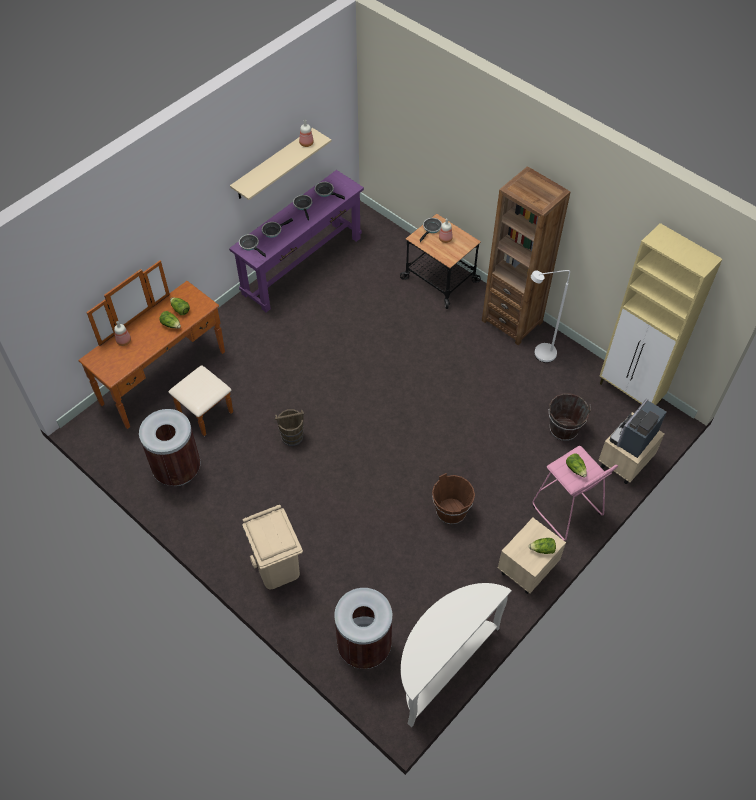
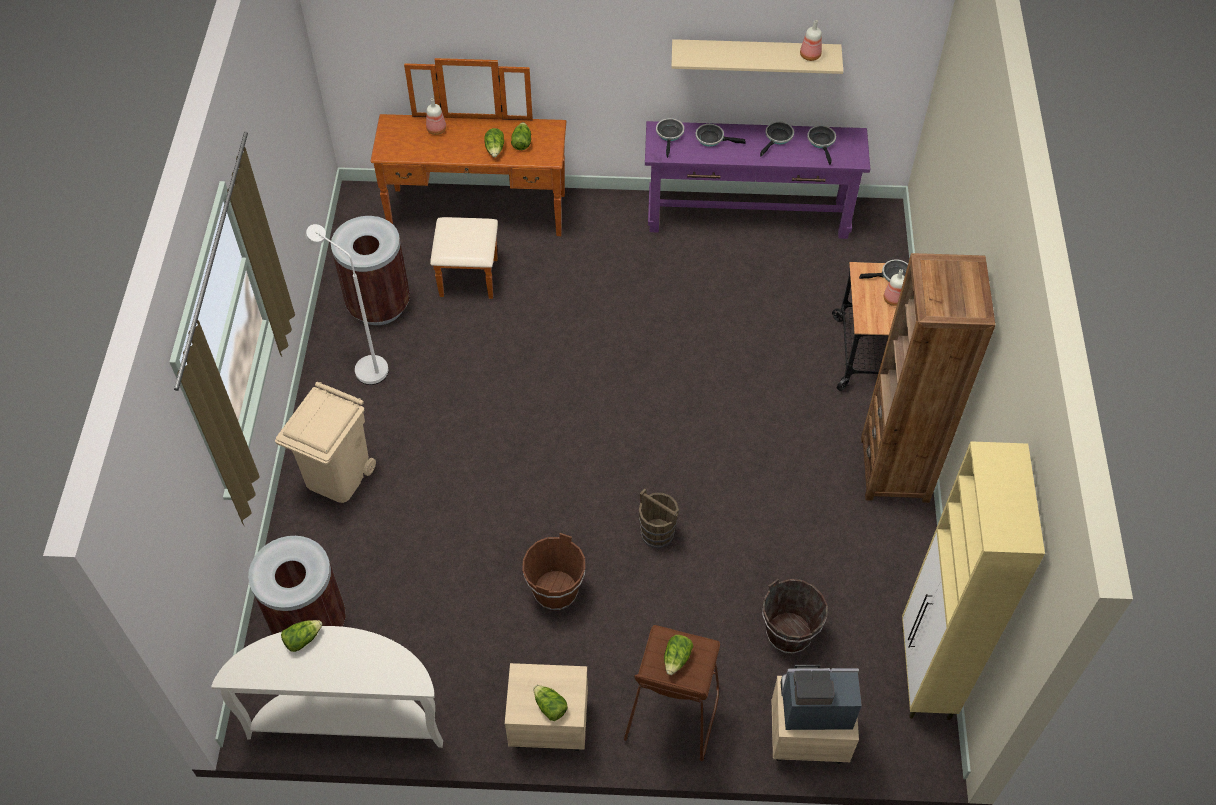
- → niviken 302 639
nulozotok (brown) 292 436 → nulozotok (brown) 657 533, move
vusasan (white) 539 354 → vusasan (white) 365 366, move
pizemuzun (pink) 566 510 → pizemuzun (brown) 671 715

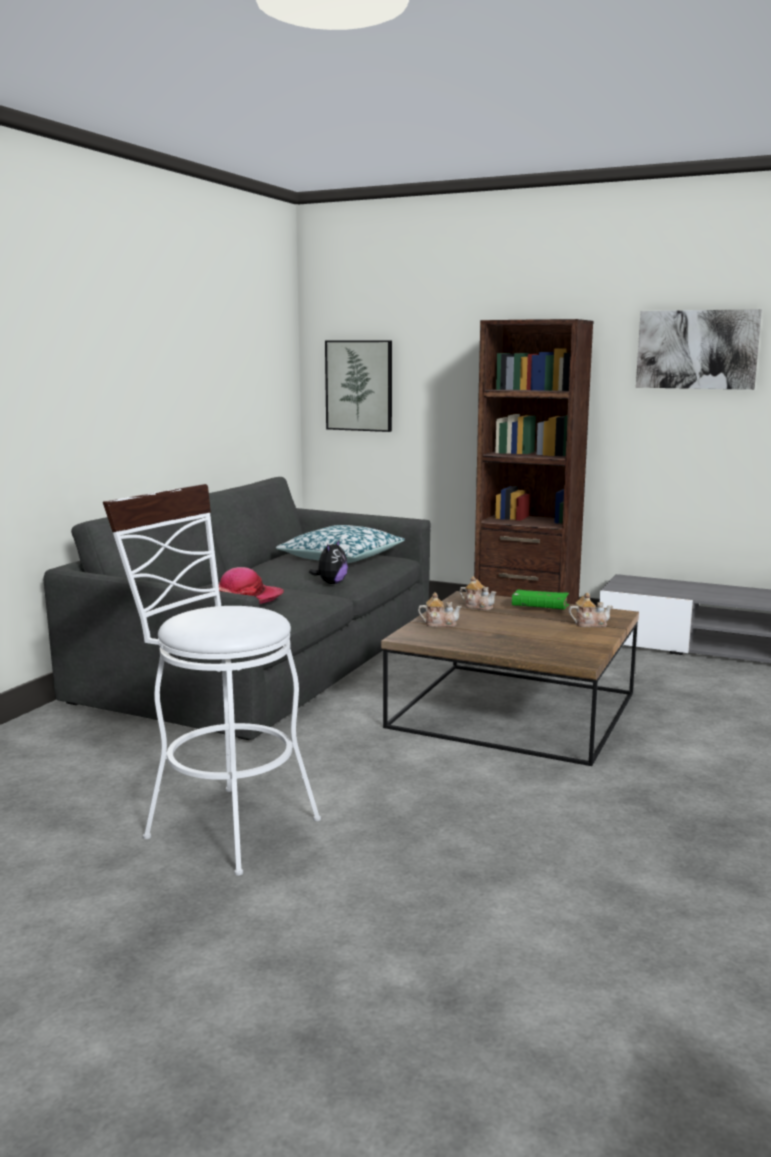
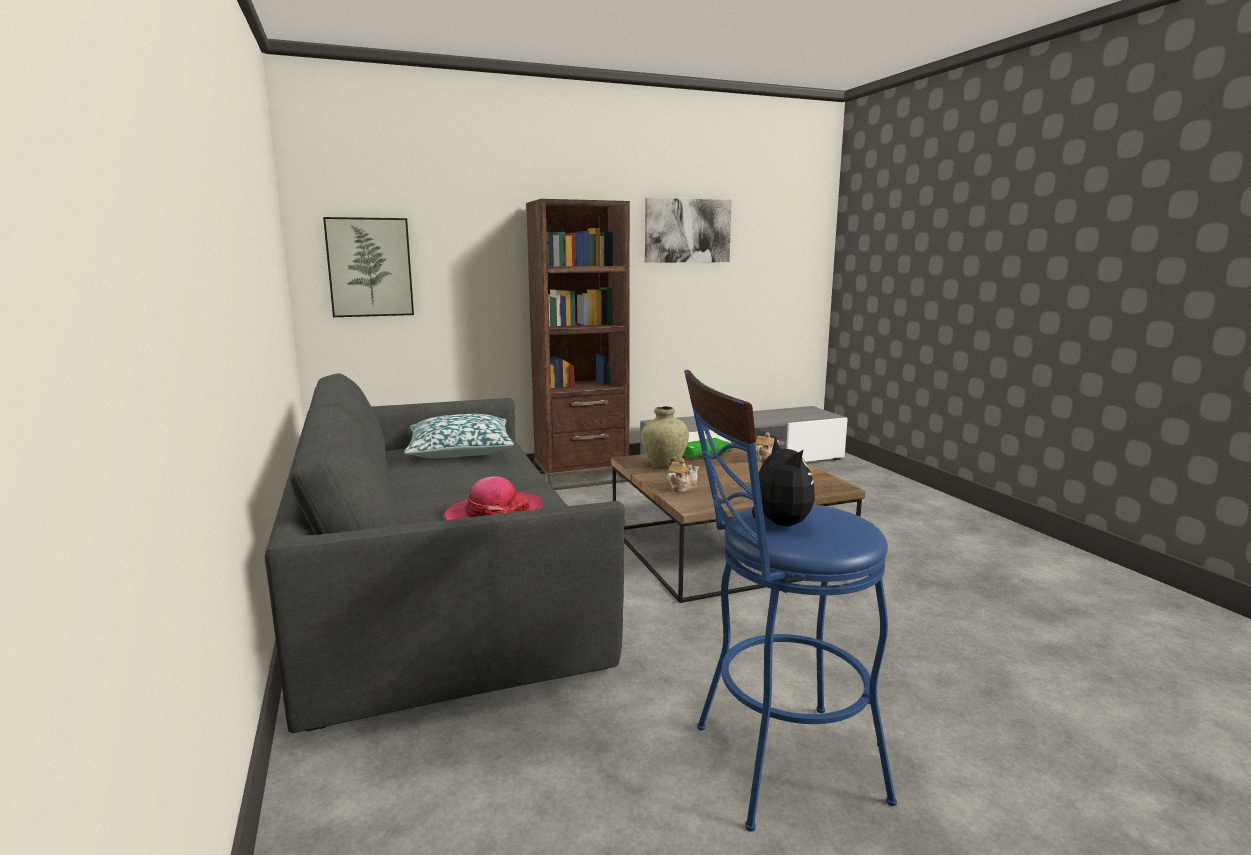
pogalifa 331 583 → pogalifa 778 524, move
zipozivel 478 606 → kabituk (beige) 664 466
pizemuzun (white) 221 824 → pizemuzun (blue) 773 765

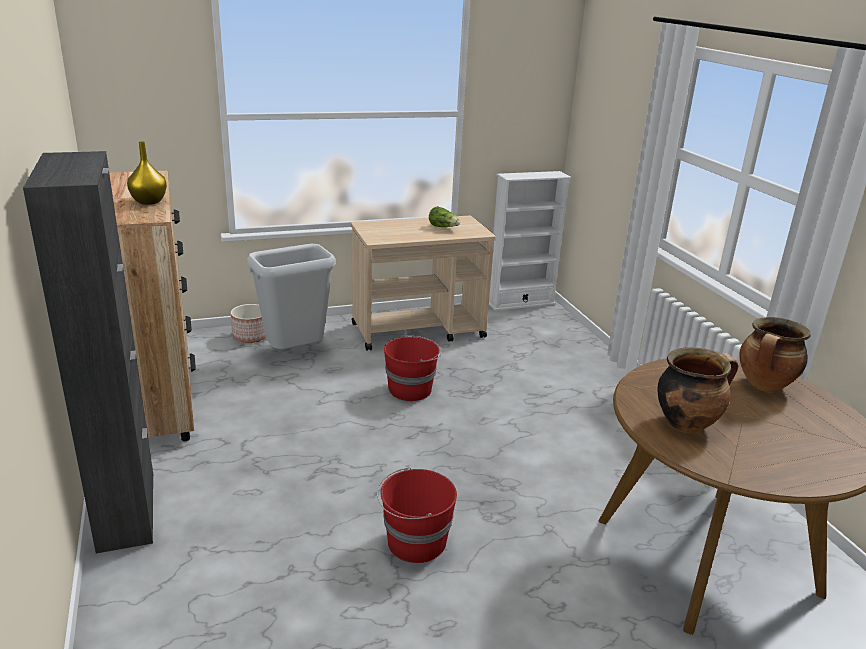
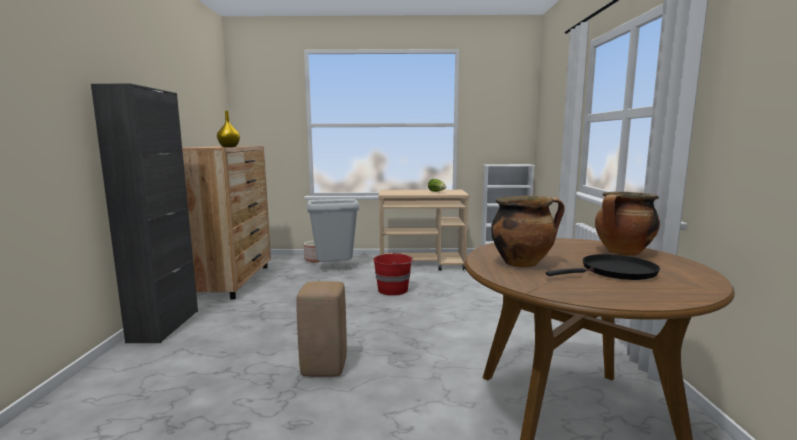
- → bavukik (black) 614 272
nulozotok (red) 415 543 → pizemuzun (beige) 325 368

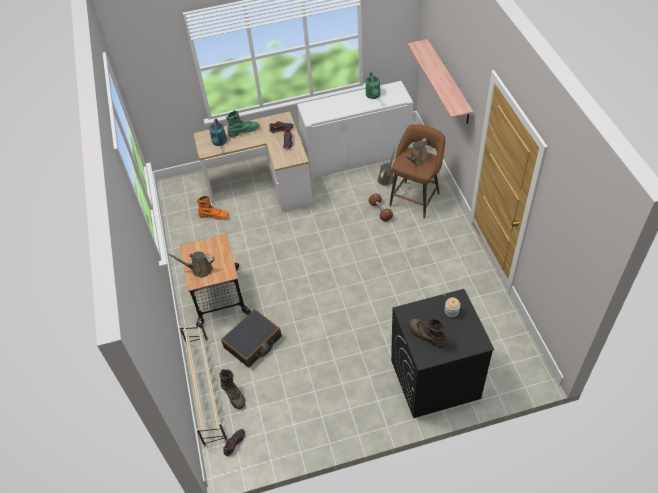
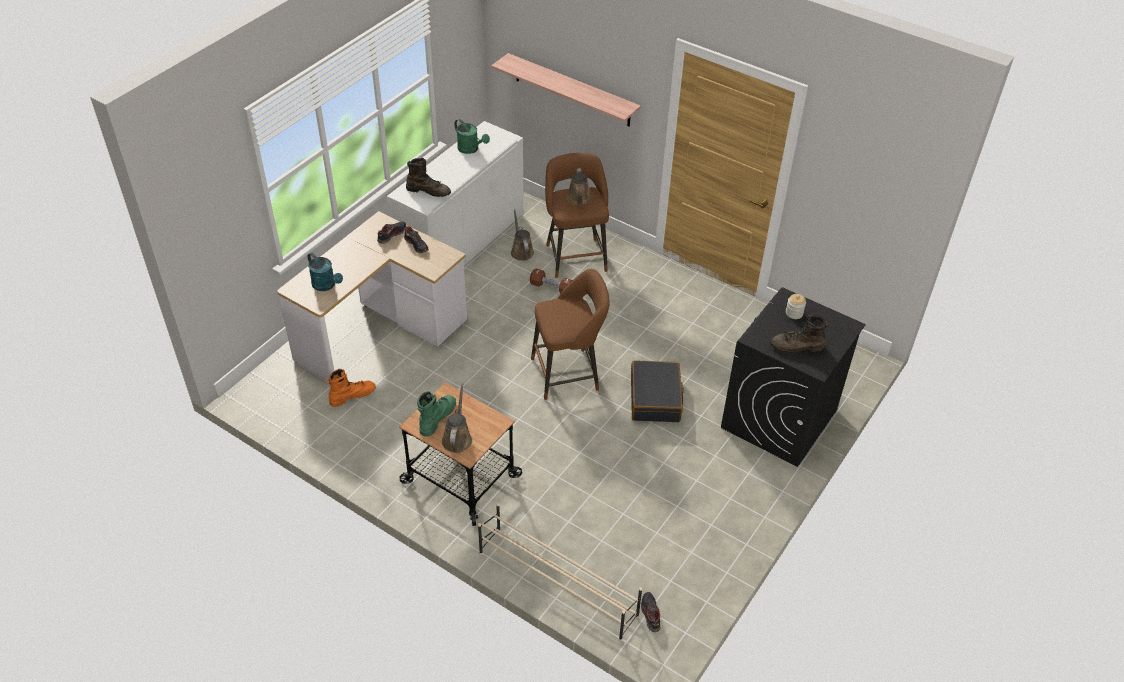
- → pizemuzun (brown) 569 373
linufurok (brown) 233 394 → linufurok (brown) 429 191, move
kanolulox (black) 253 342 → kanolulox (black) 655 398, move
linufurok (green) 243 131 → linufurok (green) 437 418, move
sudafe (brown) 199 269 → sudafe (brown) 457 438, 135 degrees clockwise

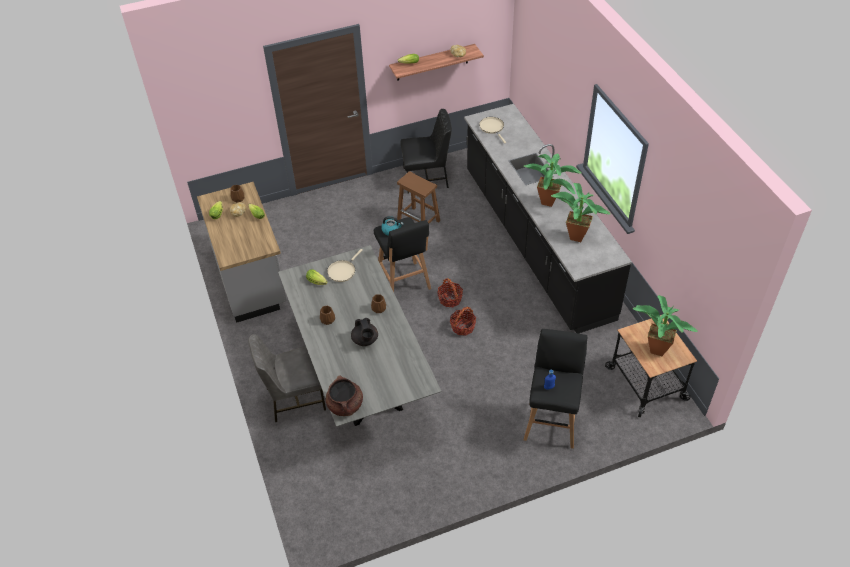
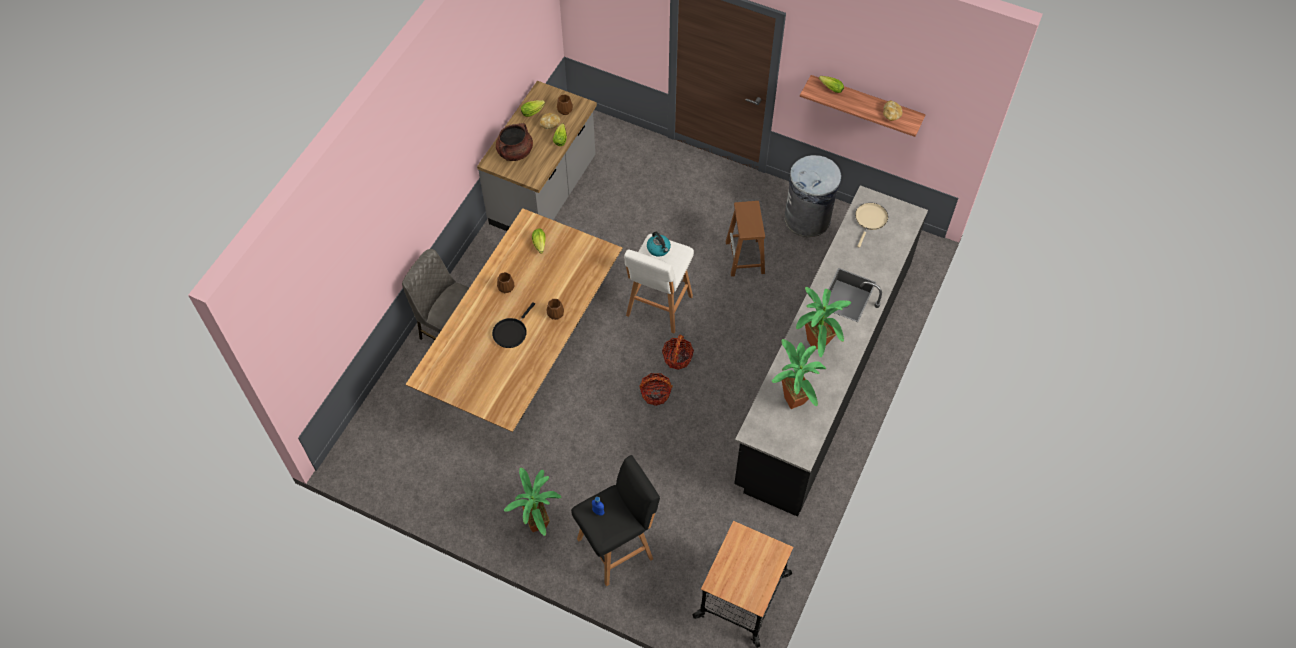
bavukik (beige) 343 271 → -
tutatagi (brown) 345 405 → tutatagi (brown) 515 152, move
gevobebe 654 347 → gevobebe 538 520, move
zipozivel (black) 365 340 → bavukik (black) 511 332
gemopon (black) 426 178 → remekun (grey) 807 219
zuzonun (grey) 361 375 → zuzonun (brown) 525 359
pizemuzun (black) 404 283 → pizemuzun (white) 658 308

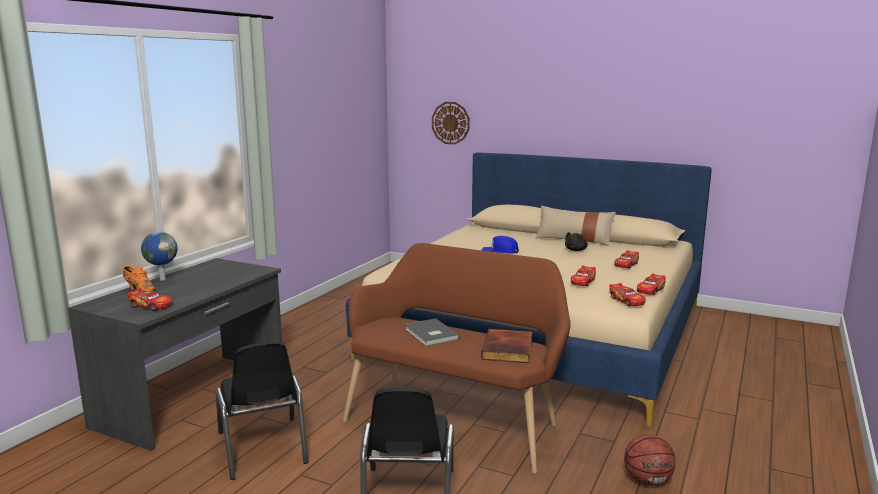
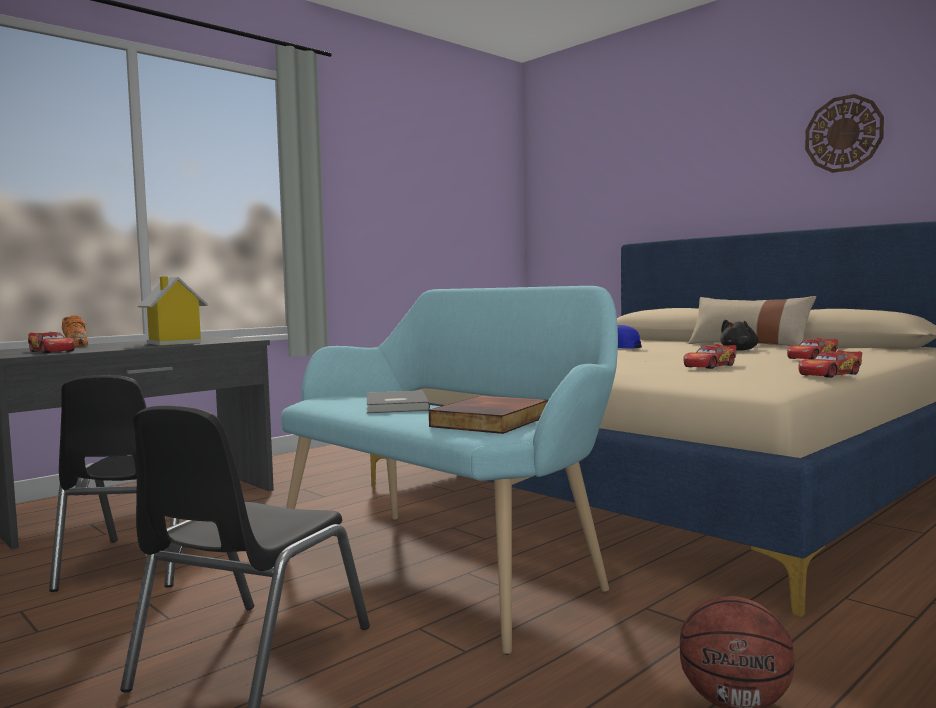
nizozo 162 279 → -
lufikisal 627 301 → -
- → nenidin 173 343
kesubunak 450 123 → kesubunak 843 134, move
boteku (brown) 456 420 → boteku (turquoise) 446 565

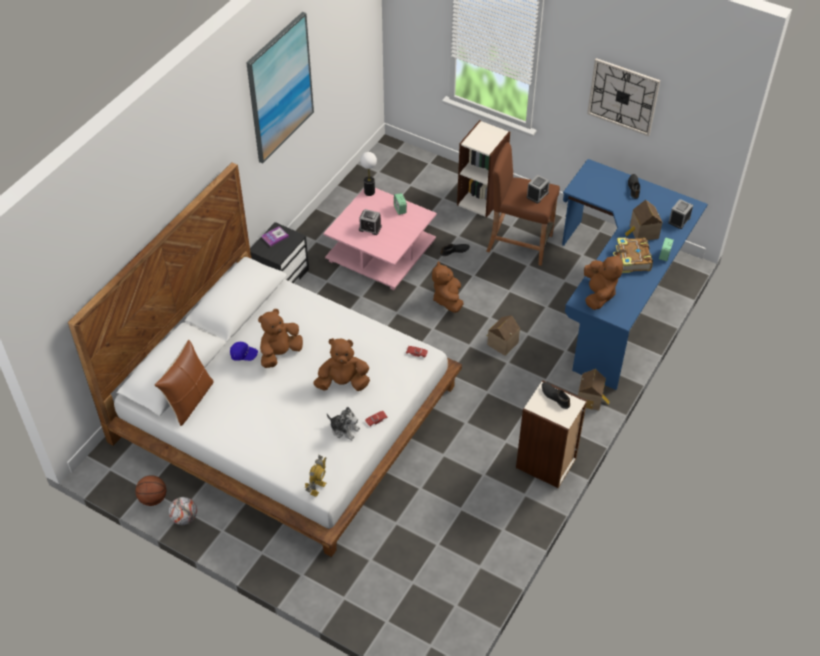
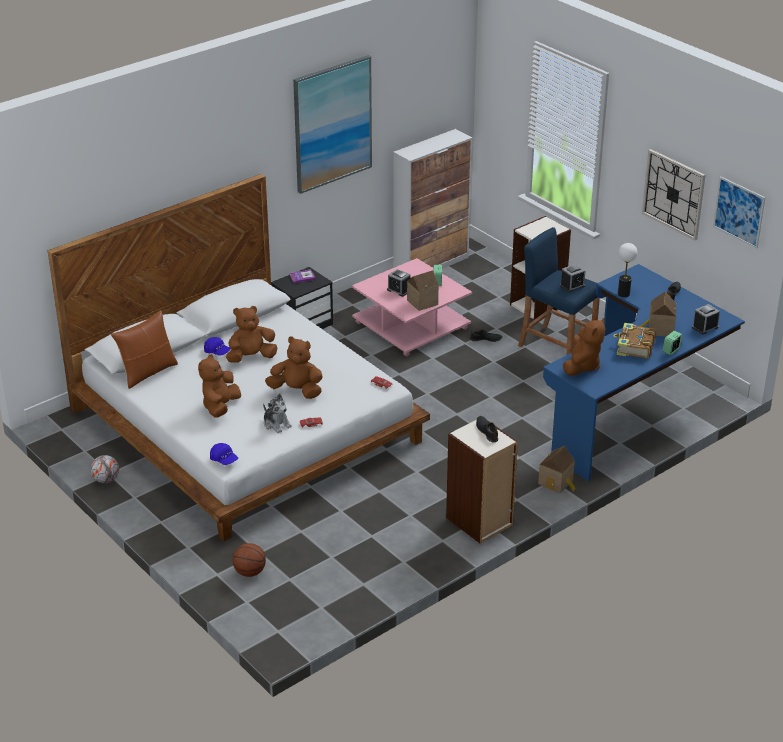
- → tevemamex 431 265
- → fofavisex 739 212
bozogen 153 498 → bozogen 249 572, move
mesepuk 369 192 → mesepuk 623 294, move
pogalifa (brown) 447 299 → pogalifa (brown) 220 406, move
nenidin 501 343 → nenidin 421 302, move
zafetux 317 488 → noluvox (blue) 224 459
pizemuzun (brown) 519 243 → pizemuzun (blue) 556 346

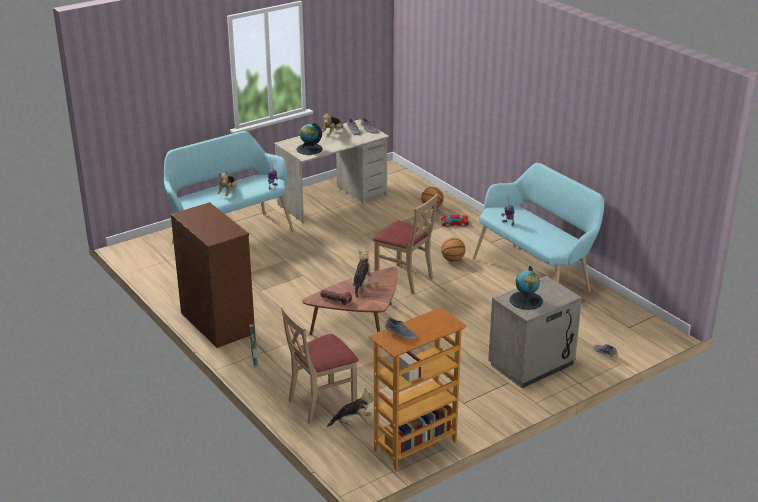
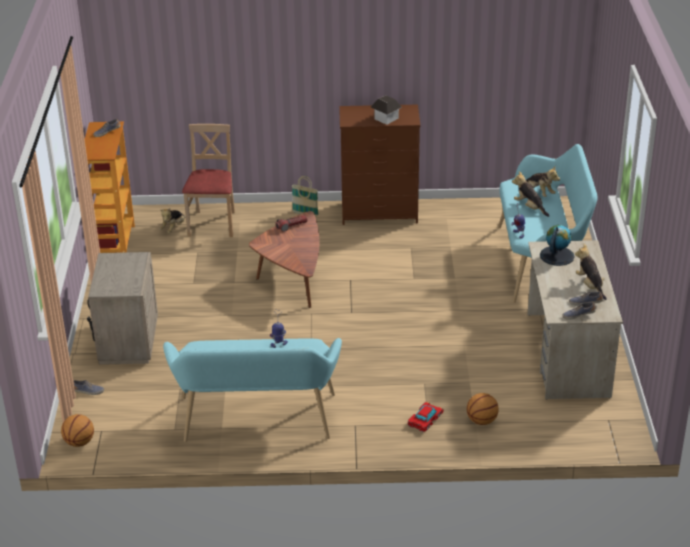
gemopon (beige) 404 279 → -
nizozo 526 300 → -
- → nenidin 386 118
pogalifa 362 285 → pogalifa 539 193, move
bozogen 452 260 → bozogen 79 442, move

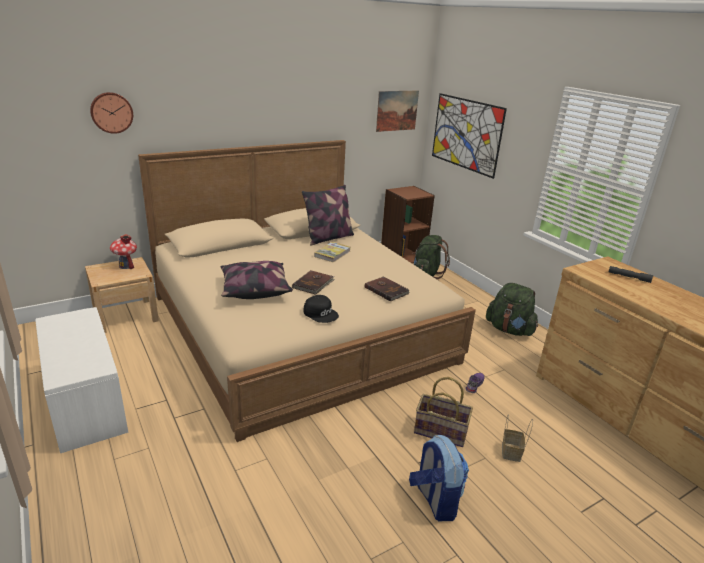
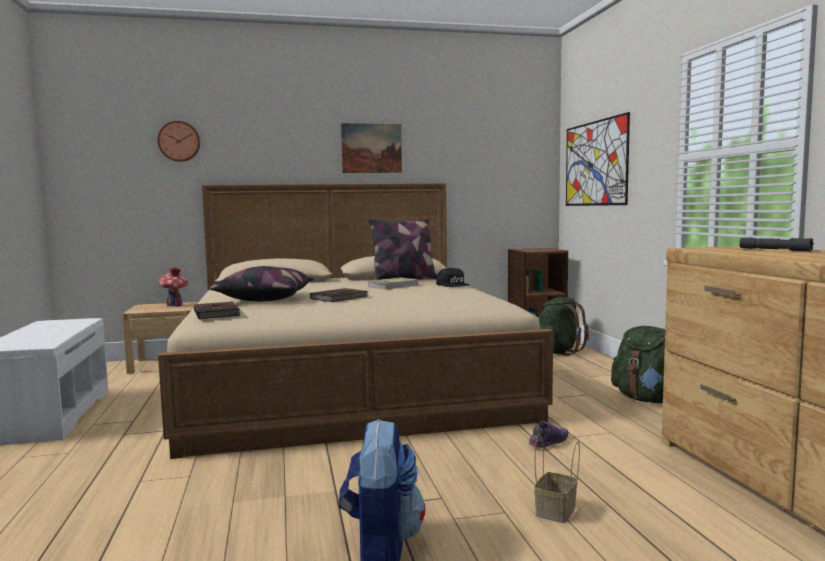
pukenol 441 431 → -
noluvox (black) 321 313 → noluvox (black) 453 284, move
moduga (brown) 386 290 → moduga (brown) 217 313, move
fofavisex 397 110 → fofavisex 371 148, move

